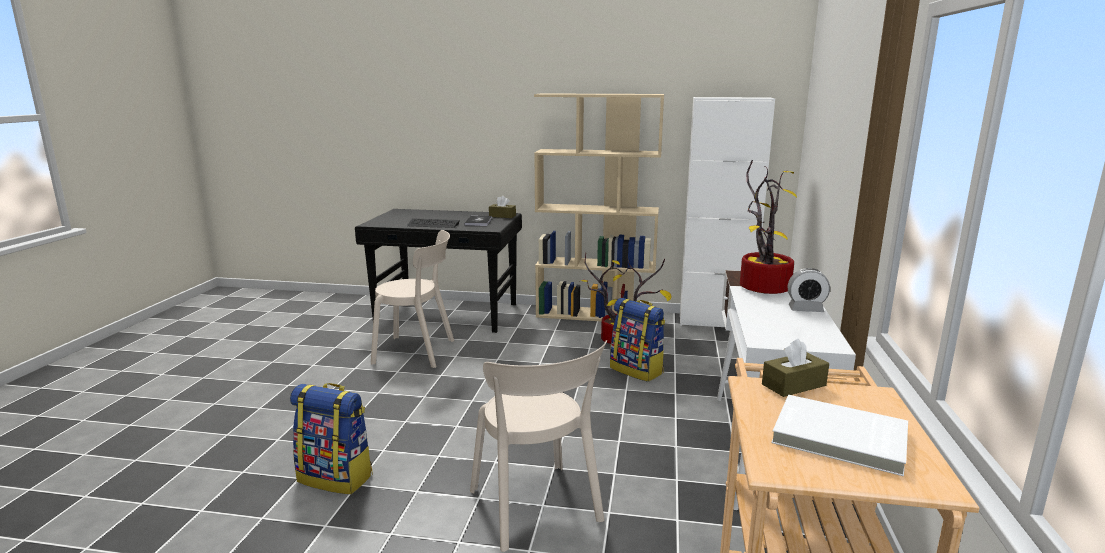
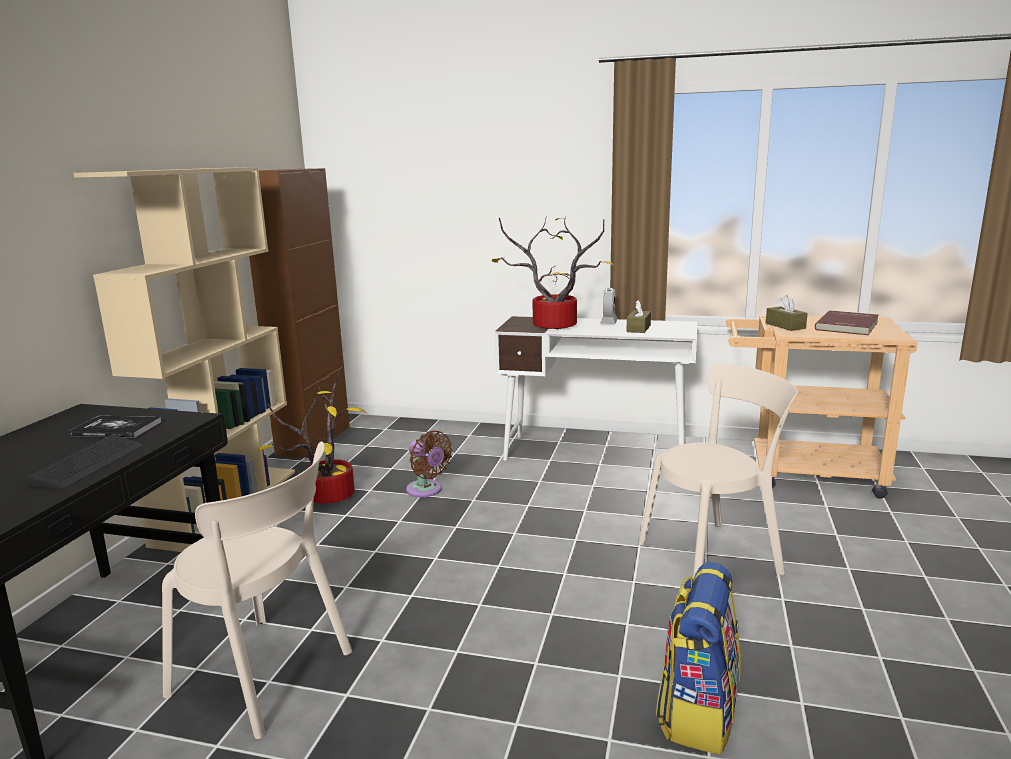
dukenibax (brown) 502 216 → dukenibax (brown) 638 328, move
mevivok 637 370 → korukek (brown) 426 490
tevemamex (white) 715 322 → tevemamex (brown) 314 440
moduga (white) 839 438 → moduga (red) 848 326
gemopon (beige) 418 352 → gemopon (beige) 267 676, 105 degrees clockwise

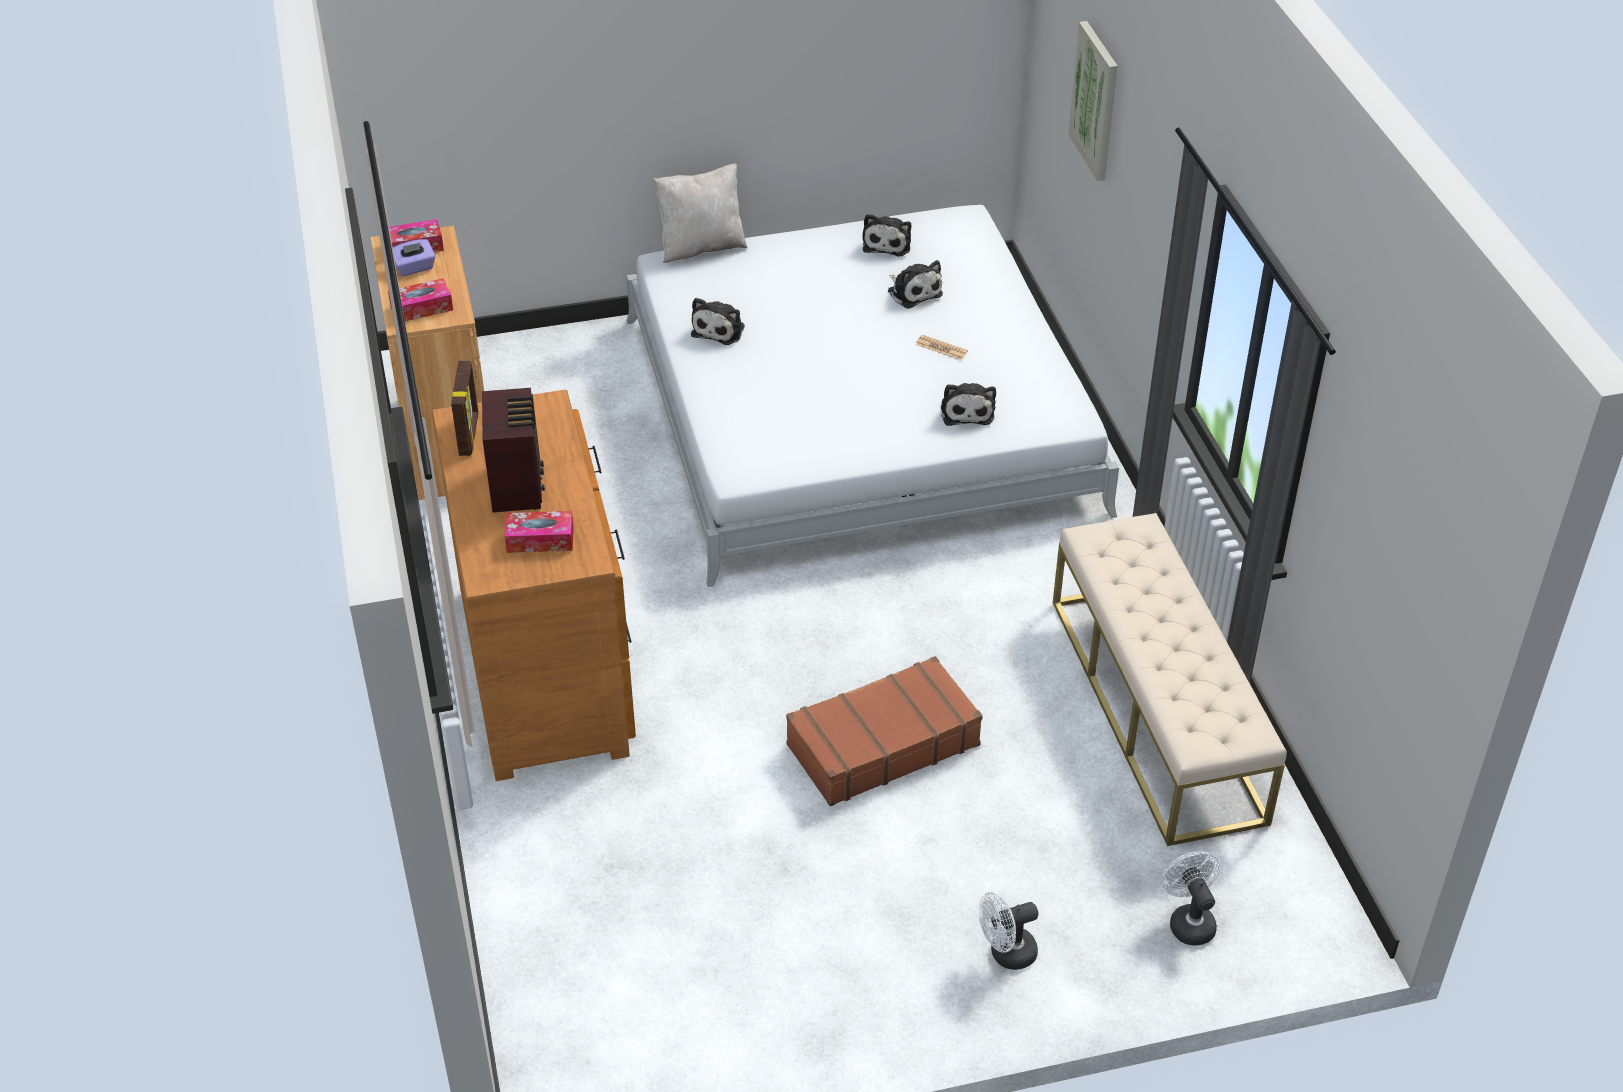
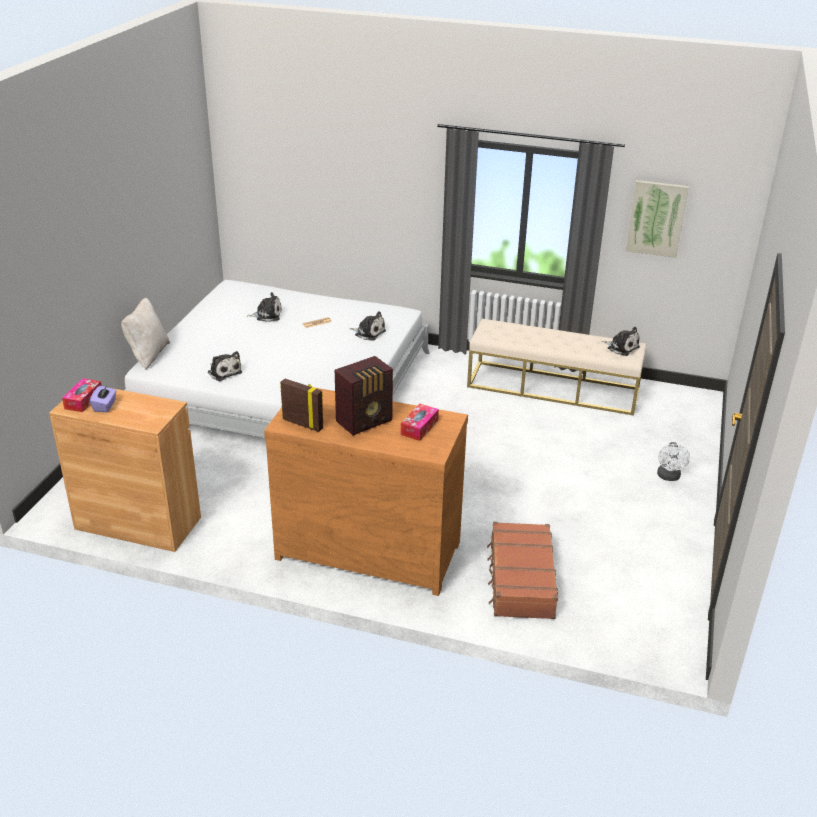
dukenibax 421 308 → -
korukek (white) 1188 921 → -
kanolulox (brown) 882 744 → kanolulox (brown) 520 580, move
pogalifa 888 243 → pogalifa 621 347, move
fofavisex 1095 100 → fofavisex 656 218, move
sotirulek 518 485 → sotirulek 365 421, 120 degrees clockwise

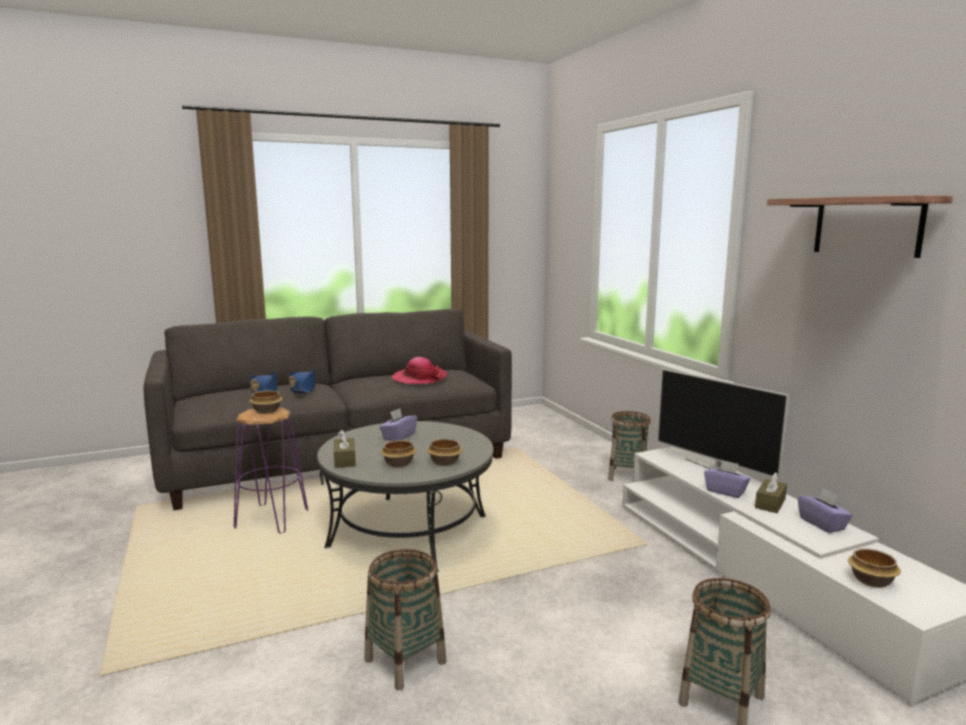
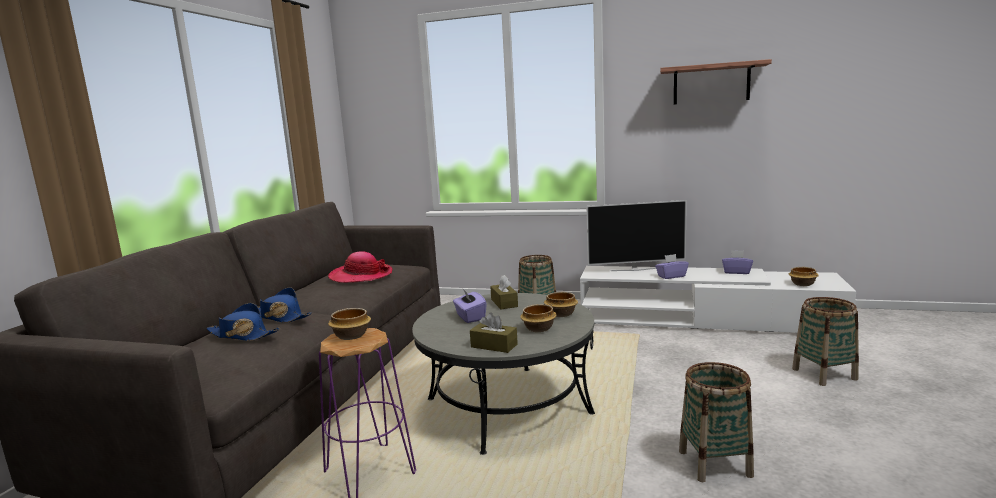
dukenibax (brown) 770 503 → dukenibax (brown) 504 303, move

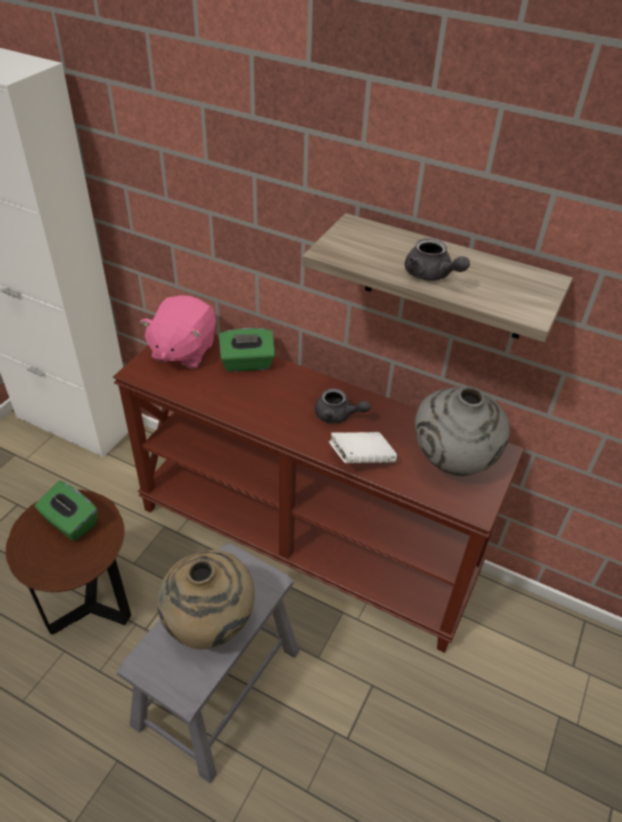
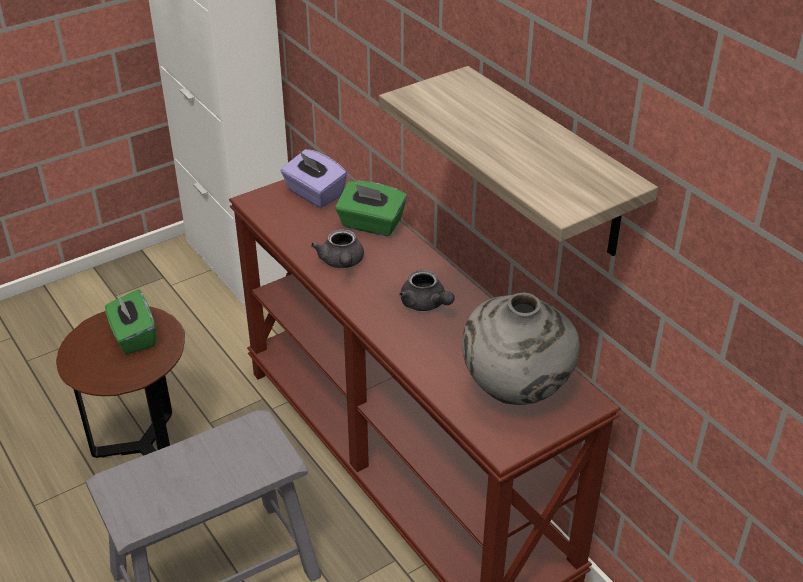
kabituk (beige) 209 626 → -
moduga (white) 361 458 → -
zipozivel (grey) 431 275 → zipozivel (grey) 342 263, move
pogalifa (pink) 183 351 → dukenibax (purple) 314 194

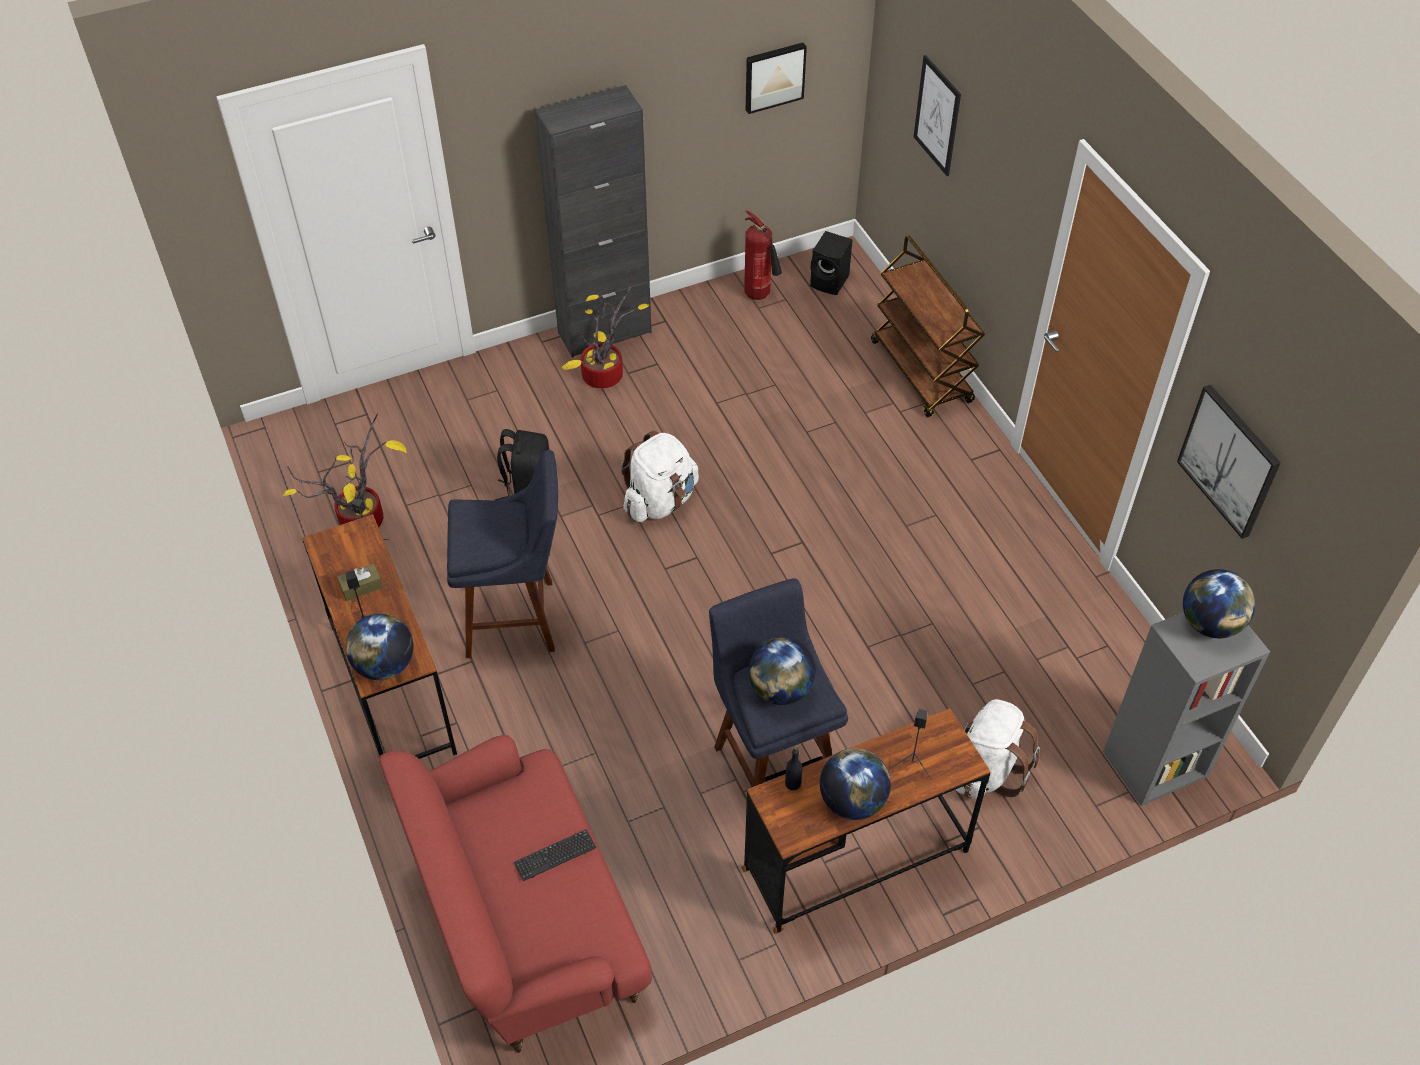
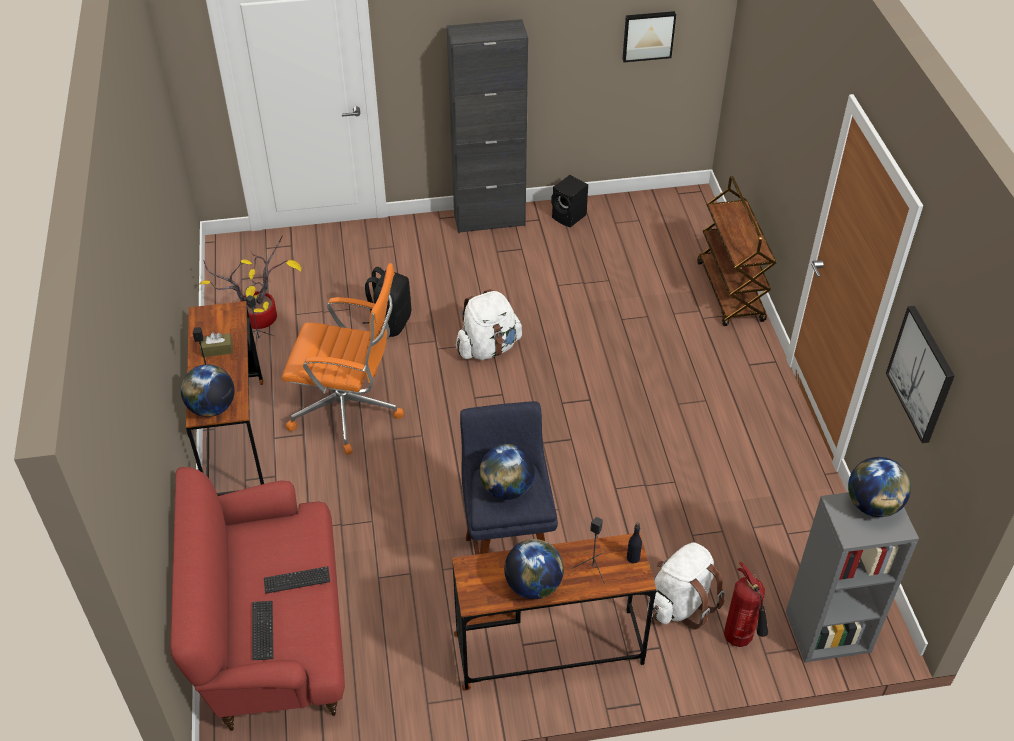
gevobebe 603 378 → -
fofavisex 937 116 → -
- → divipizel 263 631
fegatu 760 296 → fegatu 740 640, move
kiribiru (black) 792 783 → kiribiru (black) 633 558, move
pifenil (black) 830 282 → pifenil (black) 569 217, move
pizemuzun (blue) 518 618 → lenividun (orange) 349 411

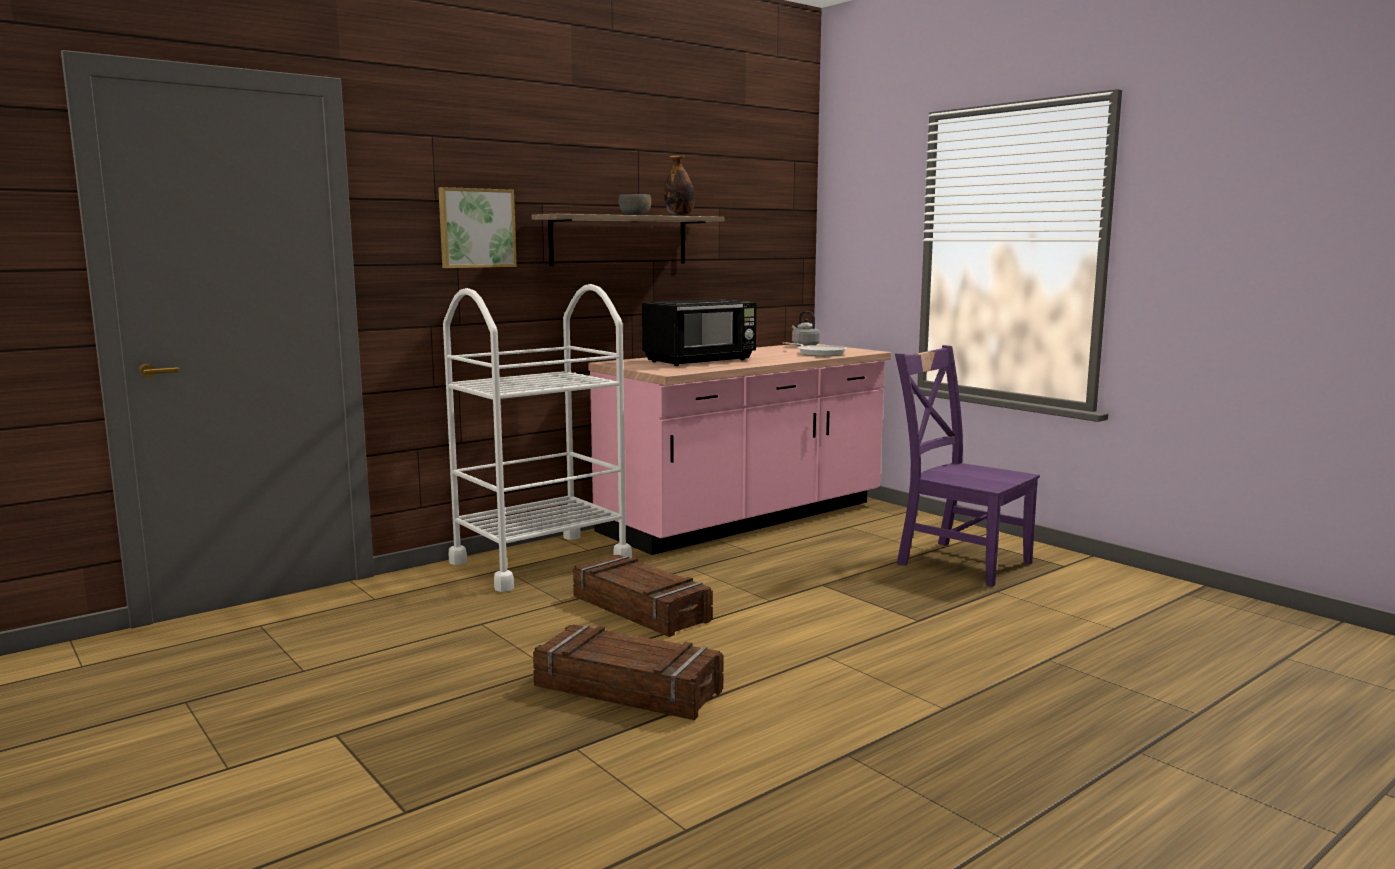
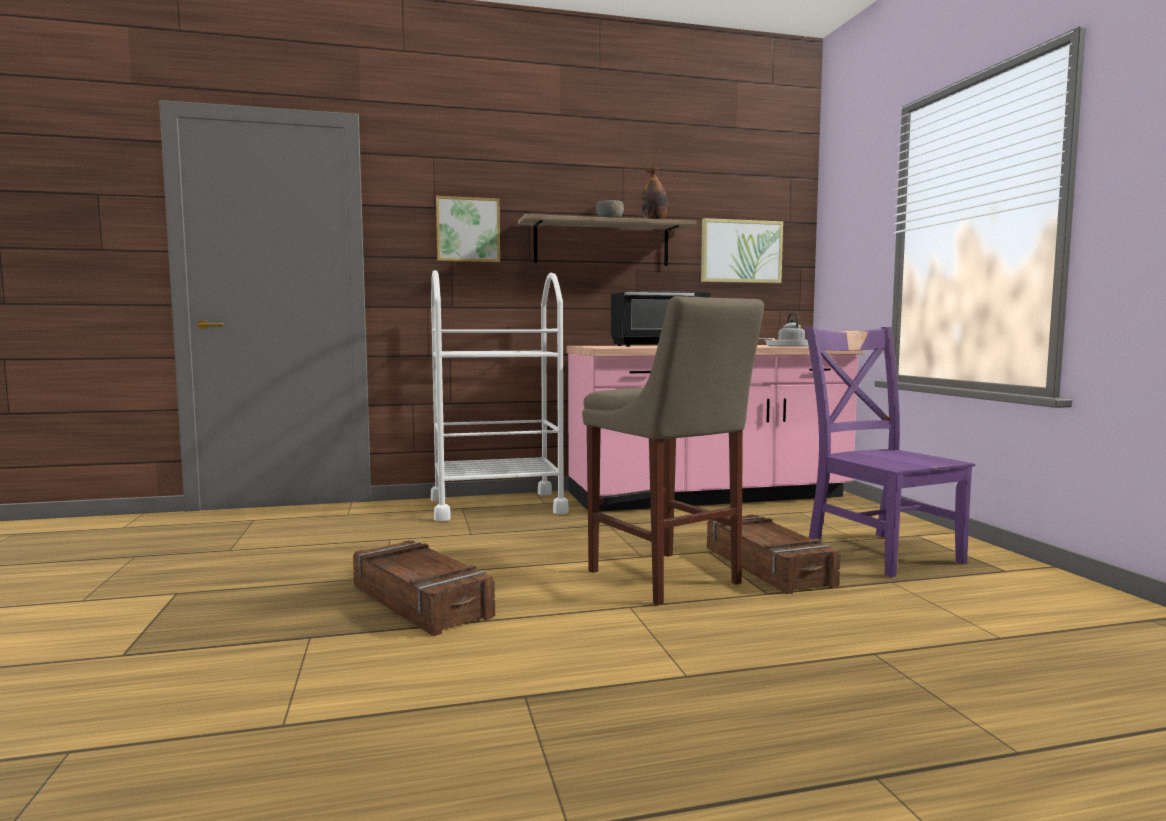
- → pizemuzun (beige) 667 579
- → fofavisex 741 251
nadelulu 641 608 → nadelulu 768 566, move

